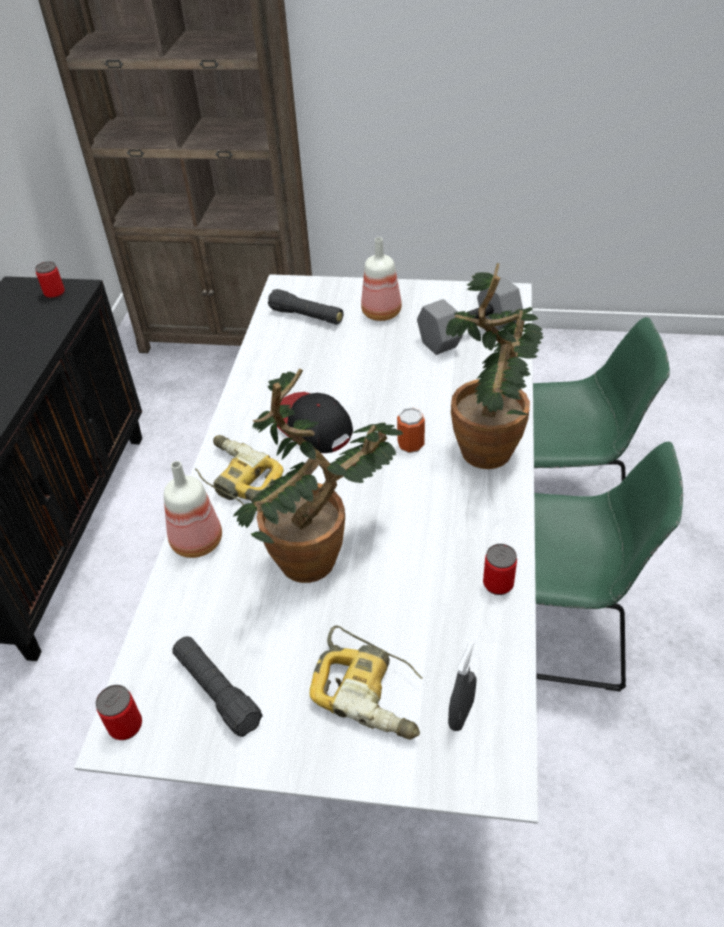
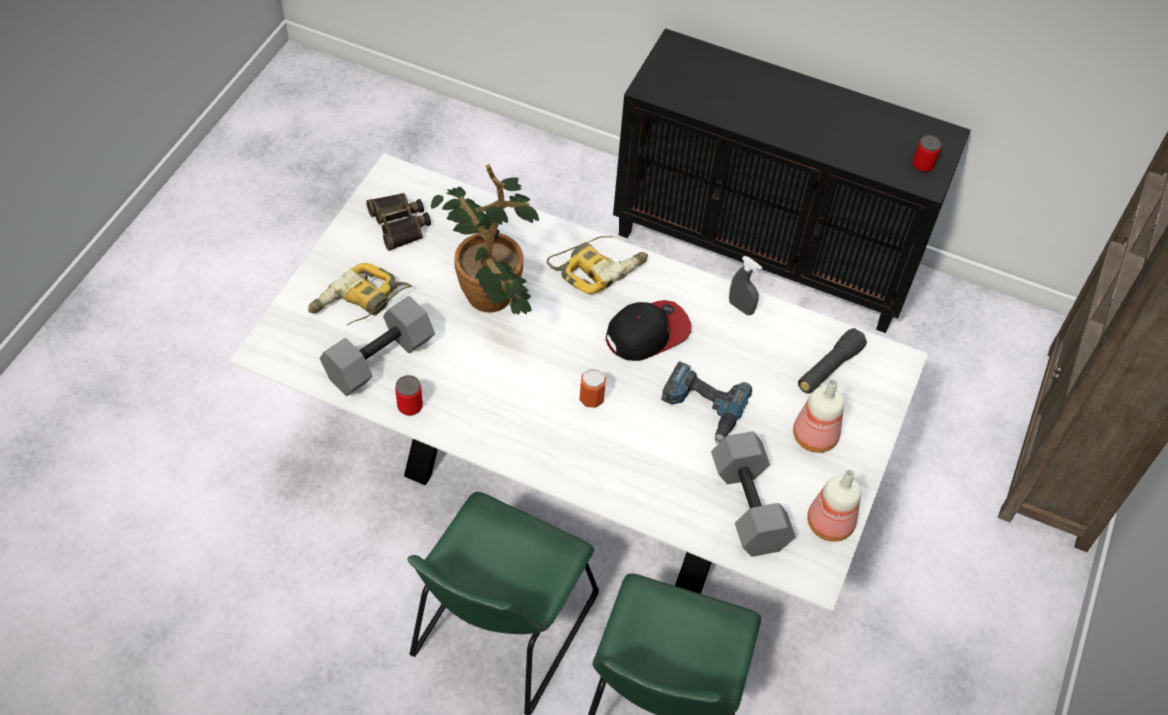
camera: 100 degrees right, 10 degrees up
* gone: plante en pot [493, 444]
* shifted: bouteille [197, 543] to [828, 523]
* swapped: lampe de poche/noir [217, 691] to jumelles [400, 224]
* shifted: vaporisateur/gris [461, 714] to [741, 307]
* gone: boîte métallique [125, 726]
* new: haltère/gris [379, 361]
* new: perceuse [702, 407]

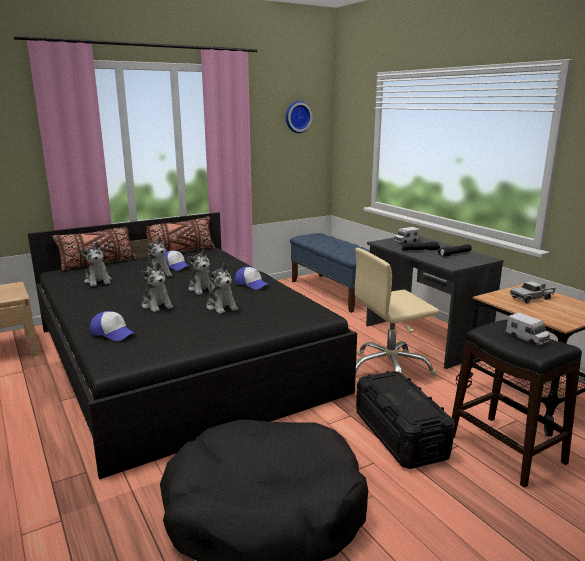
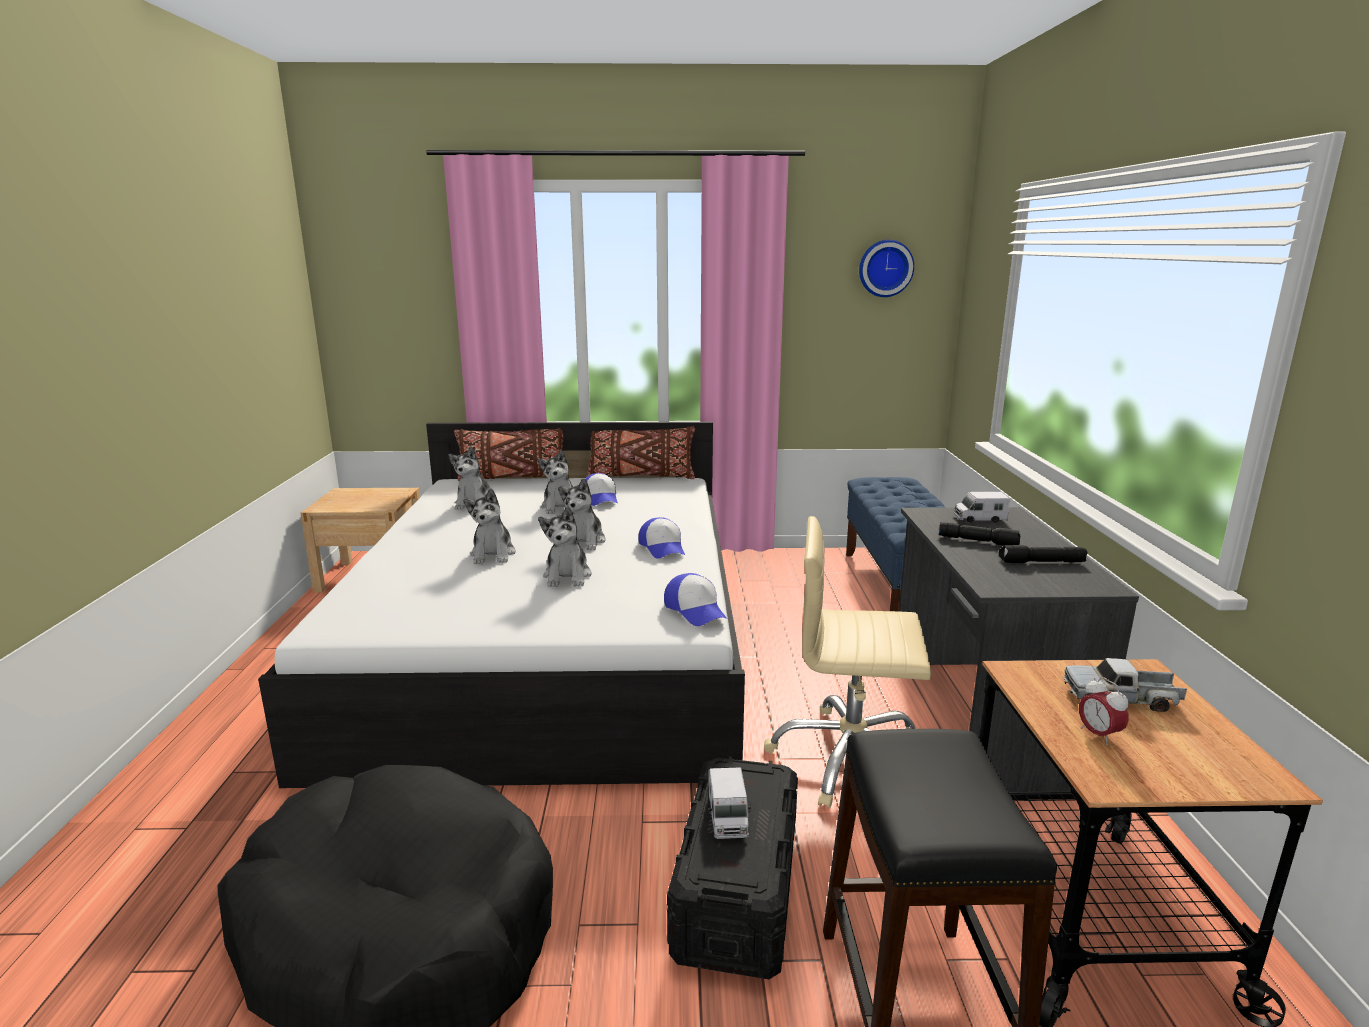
camera: 30 degrees right, 0 degrees up
* repainted: lit/noir [180, 359] to lit/blanc [552, 642]
* shifted: casquette [113, 333] to [696, 610]
* shifted: camion jouet [526, 338] to [727, 818]
* new: réveil [1098, 735]

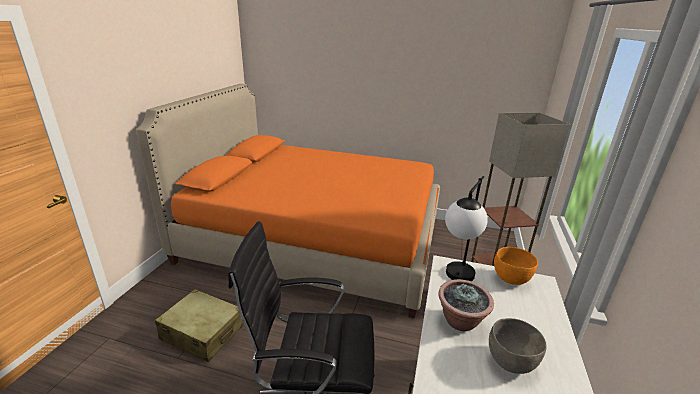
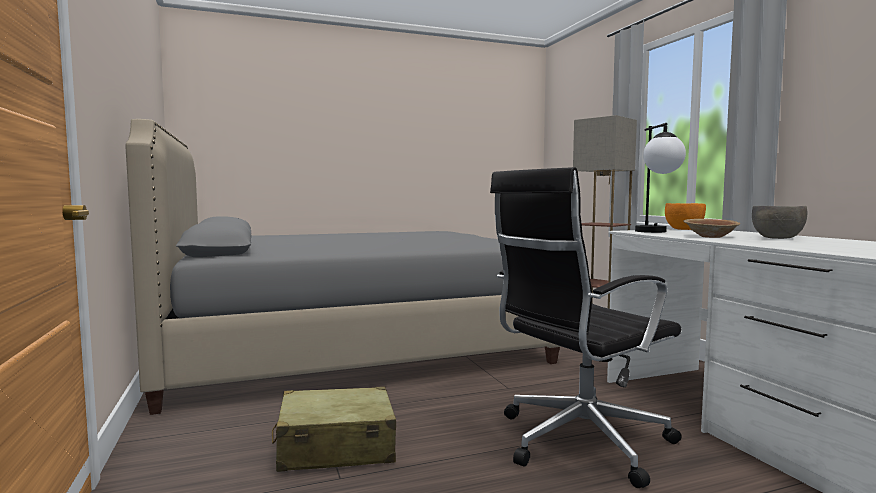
camera: 35 degrees left, 20 degrees down
* repainted: lit/orange [315, 240] to lit/gris [352, 346]
* swapped: plante en pot [461, 321] to bol/marron [710, 237]

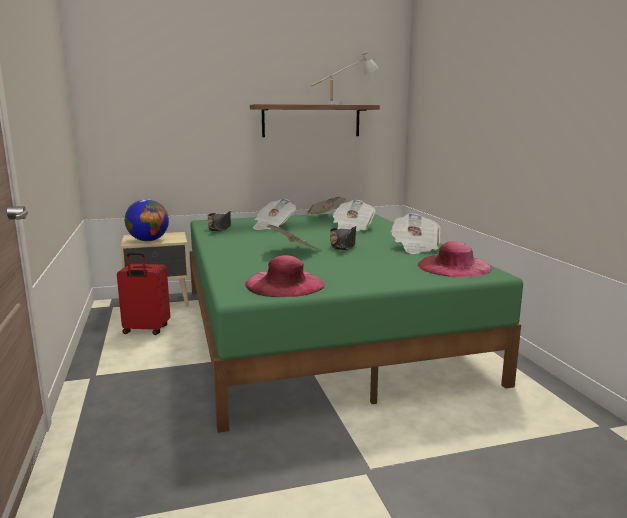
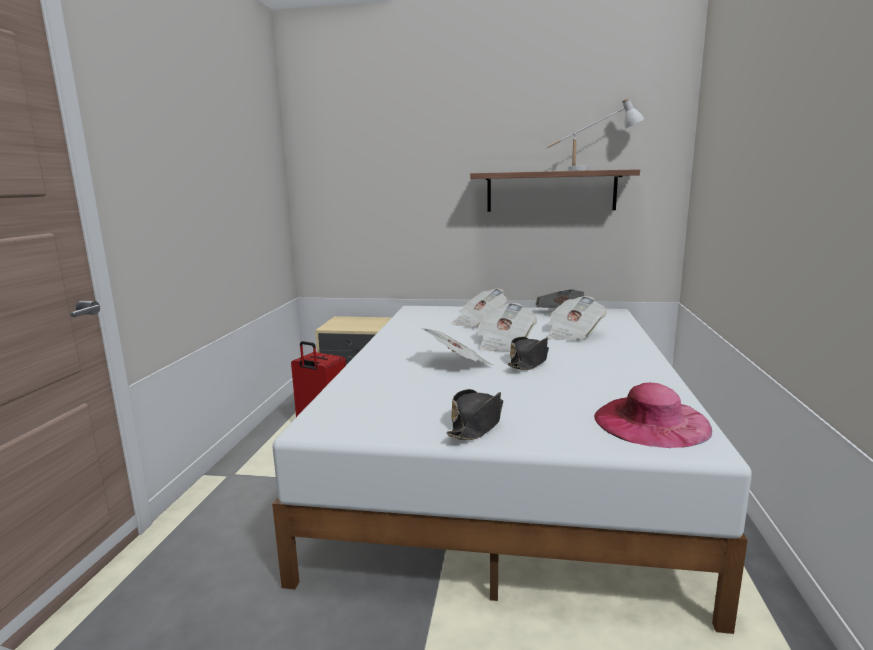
camera: 25 degrees right, 0 degrees up
* gone: globe [148, 240]
* shifted: chapeau/noir [220, 228] to [477, 424]
* shifted: journal [415, 247] to [504, 343]
* repainted: lit/vert [319, 329] to lit/blanc [505, 461]
* gone: chapeau/rose [285, 284]

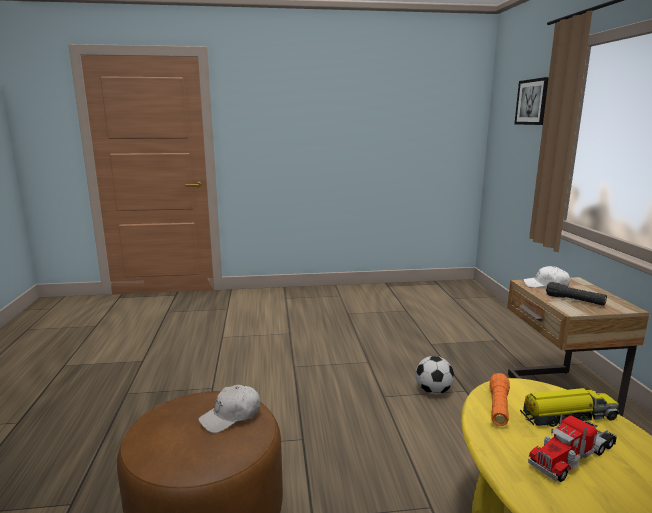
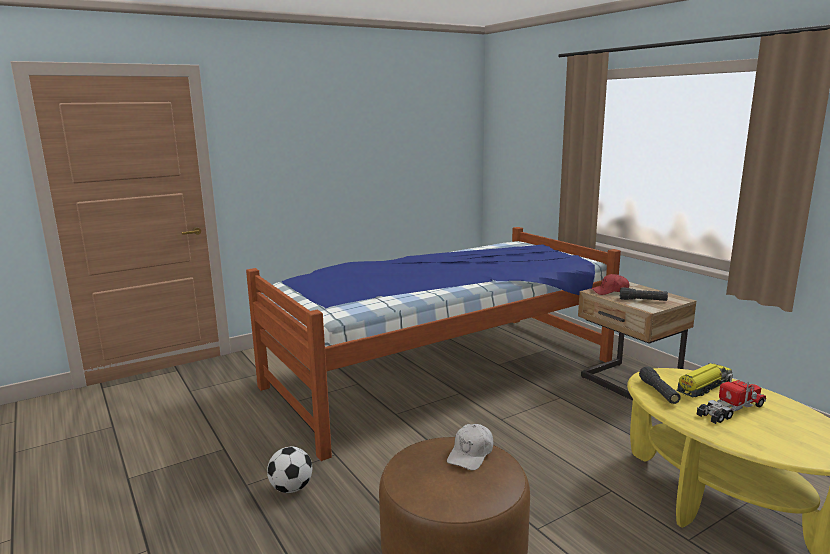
camera: 25 degrees left, 0 degrees up
* gone: tableau [533, 102]
* repainted: casquette/blanc [546, 285] to casquette/rouge [610, 291]
* shifted: ballon de foot [433, 391] to [291, 488]
* repainted: lampe de poche/orange [498, 407] to lampe de poche/noir [658, 392]
* rotated: camion jouet [572, 456] = [730, 410] 150 degrees counterclockwise
* new: lit [440, 373]

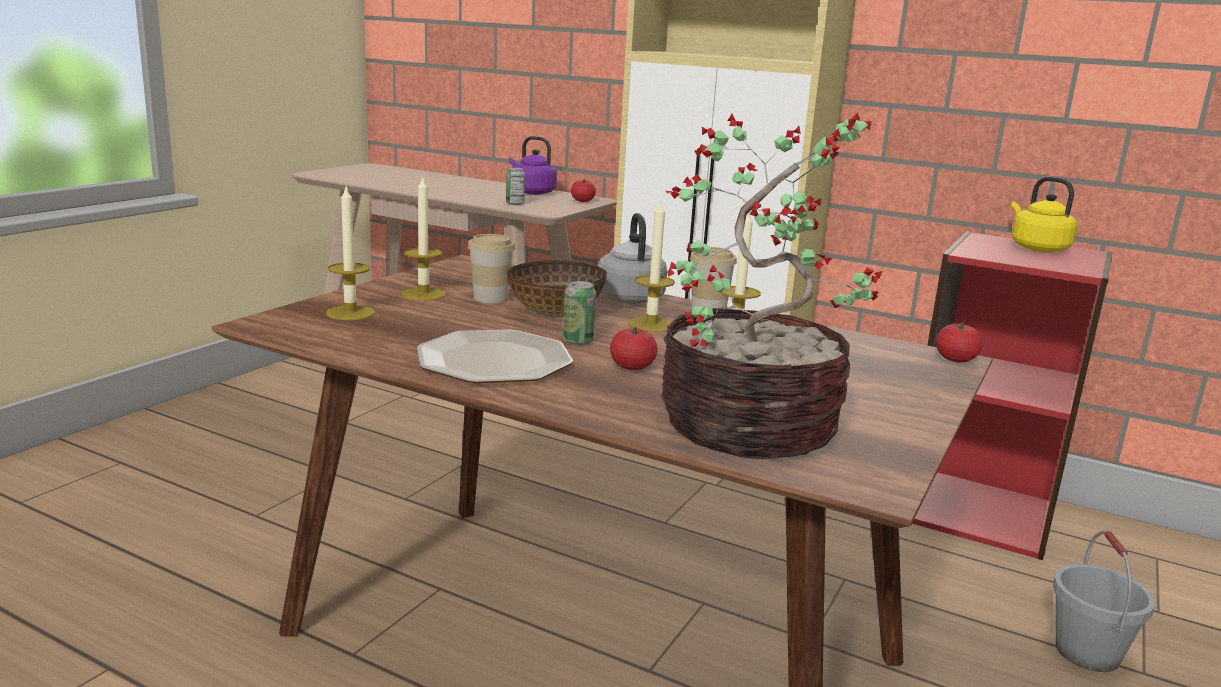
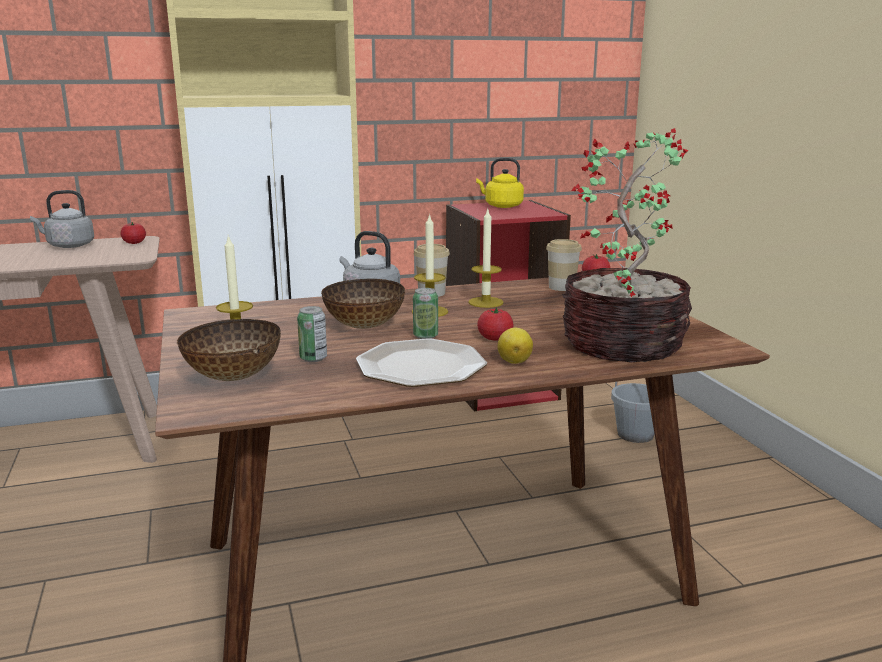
camera: 45 degrees left, 0 degrees up
* repainted: bouilloire/violet [531, 192] to bouilloire/gris [68, 245]
* shifted: boîte métallique [515, 203] to [313, 358]
* swapped: bougie [350, 313] to bol [232, 377]
* shifted: tasse [490, 298] to [561, 287]
* new: citron [514, 361]

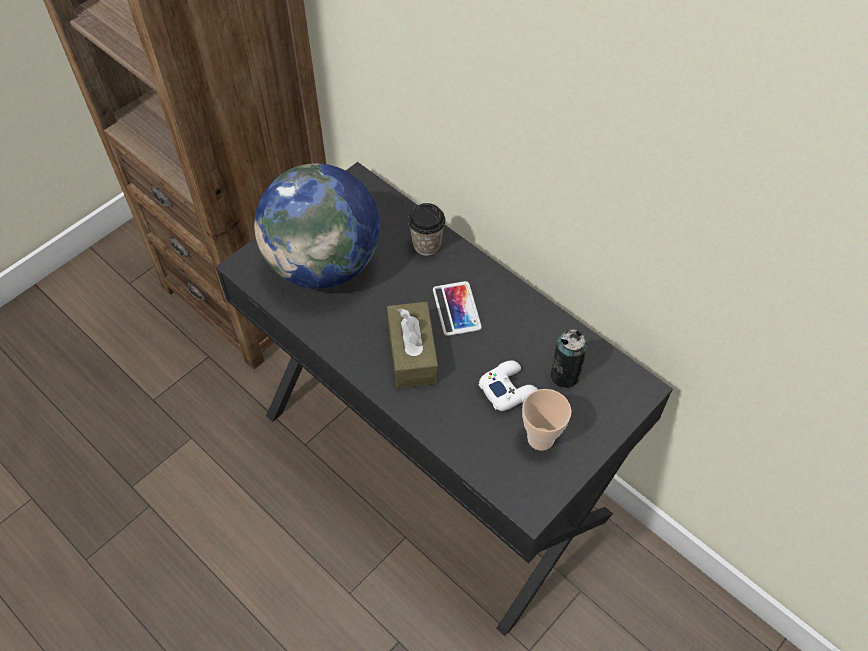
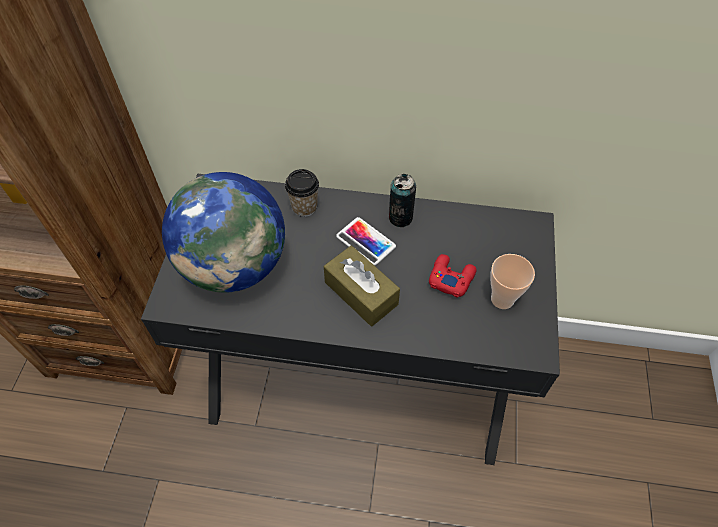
camera: 35 degrees left, 0 degrees up
* shifted: boîte métallique [565, 375] to [400, 218]
* repainted: manette/blanc [508, 389] to manette/rouge [451, 278]

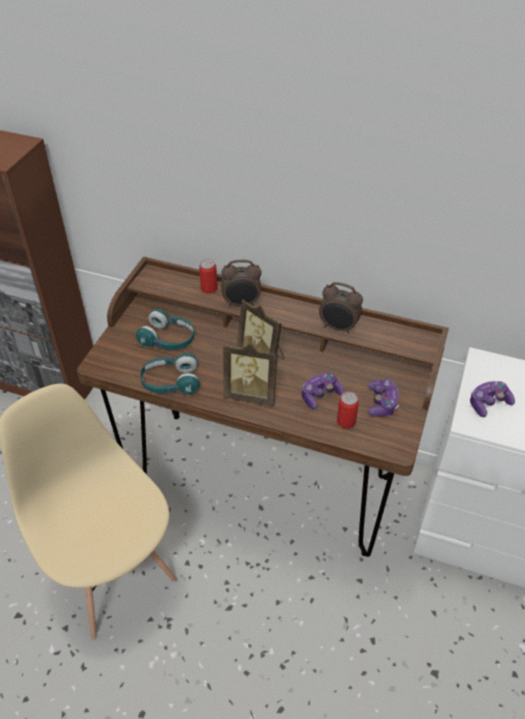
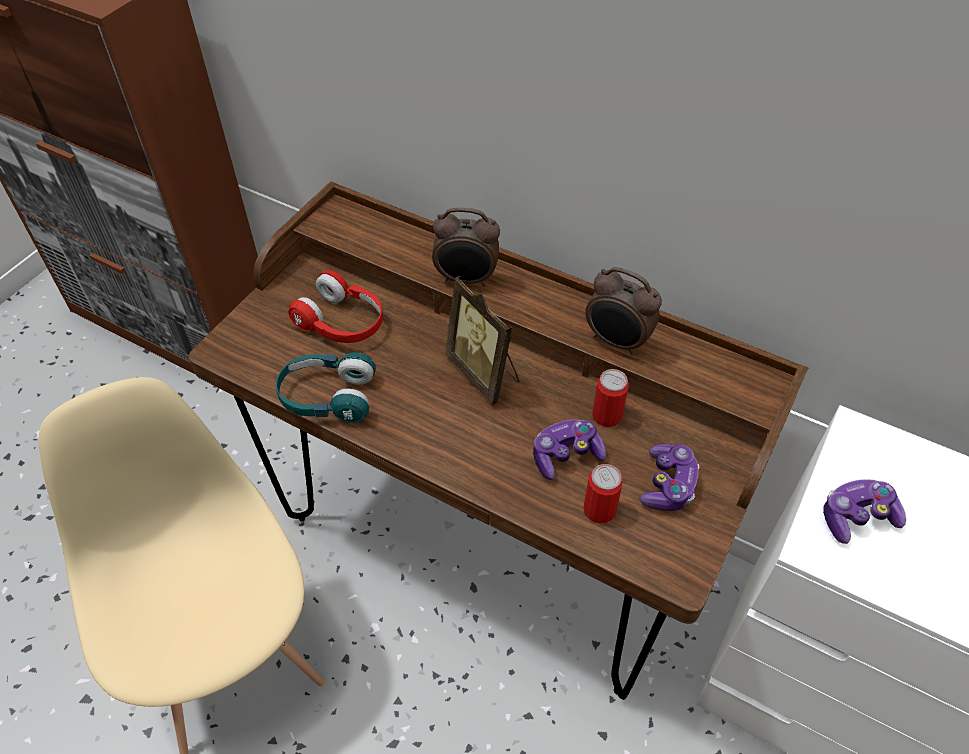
camera: 10 degrees right, 5 degrees up
* shifted: boîte métallique [209, 288] to [607, 415]
* repainted: casque audio/turquoise [168, 339] to casque audio/rouge [342, 322]
* gone: cadre photo [251, 394]

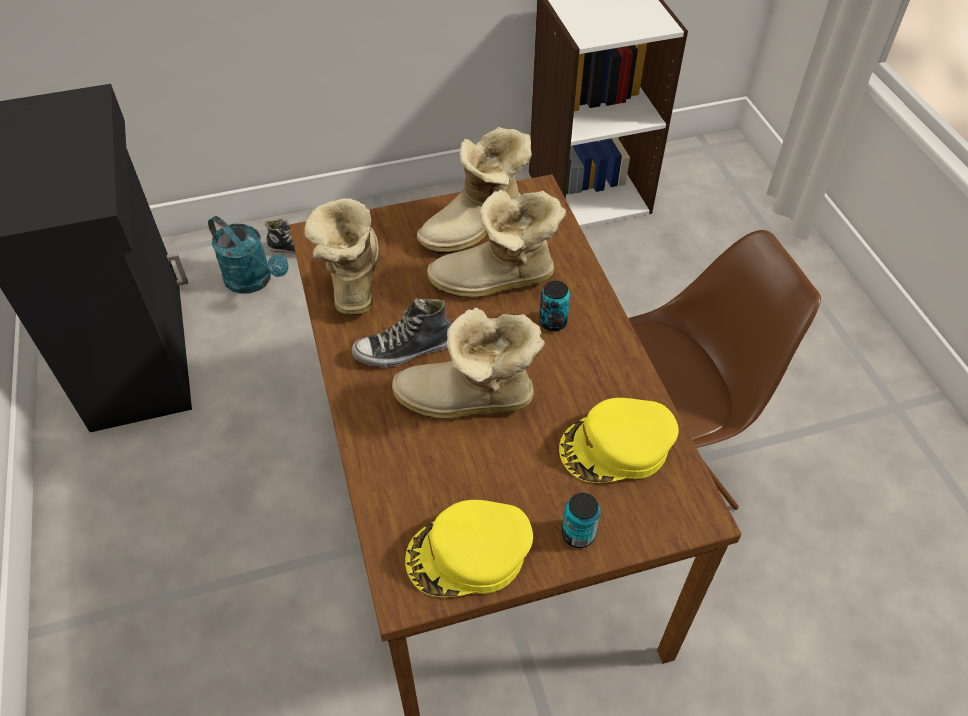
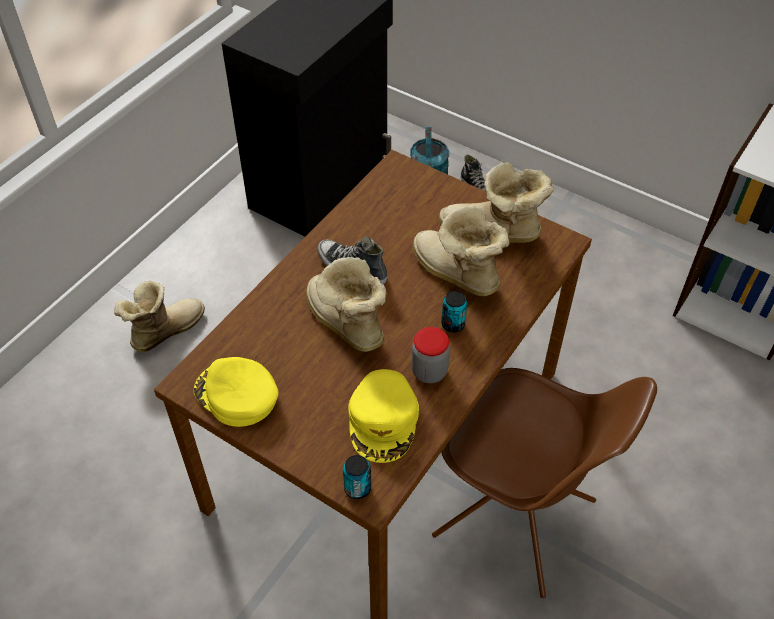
camera: 50 degrees right, 0 degrees up
* shifted: botte [351, 280] to [164, 330]
* rotated: casquette/jaune [617, 447] = [383, 420] 120 degrees counterclockwise
* shifted: boîte métallique [578, 534] to [357, 488]
* new: bocal [429, 371]

